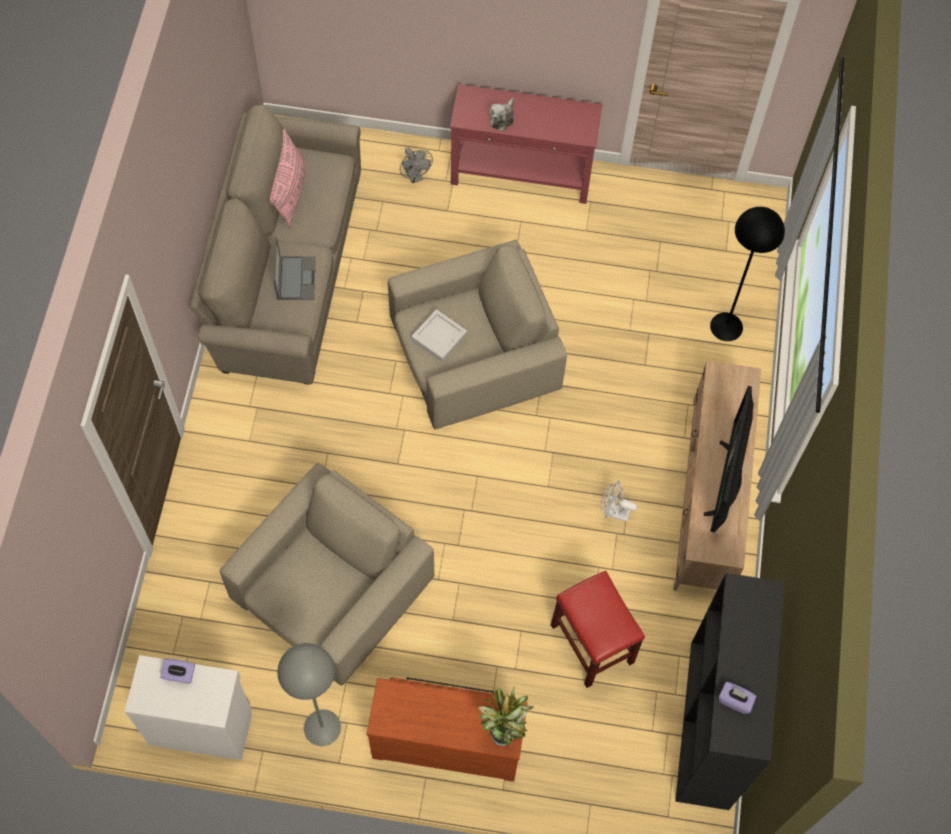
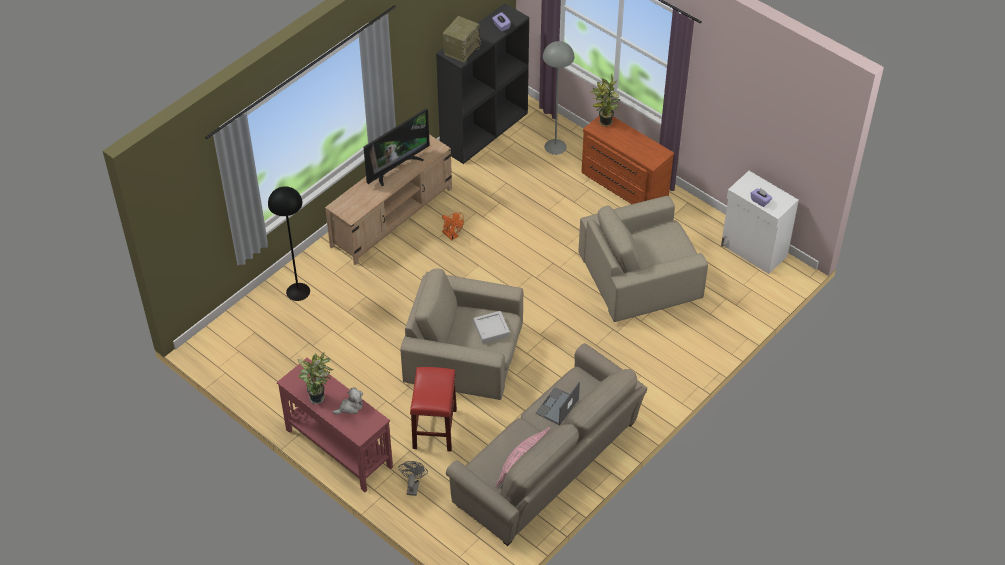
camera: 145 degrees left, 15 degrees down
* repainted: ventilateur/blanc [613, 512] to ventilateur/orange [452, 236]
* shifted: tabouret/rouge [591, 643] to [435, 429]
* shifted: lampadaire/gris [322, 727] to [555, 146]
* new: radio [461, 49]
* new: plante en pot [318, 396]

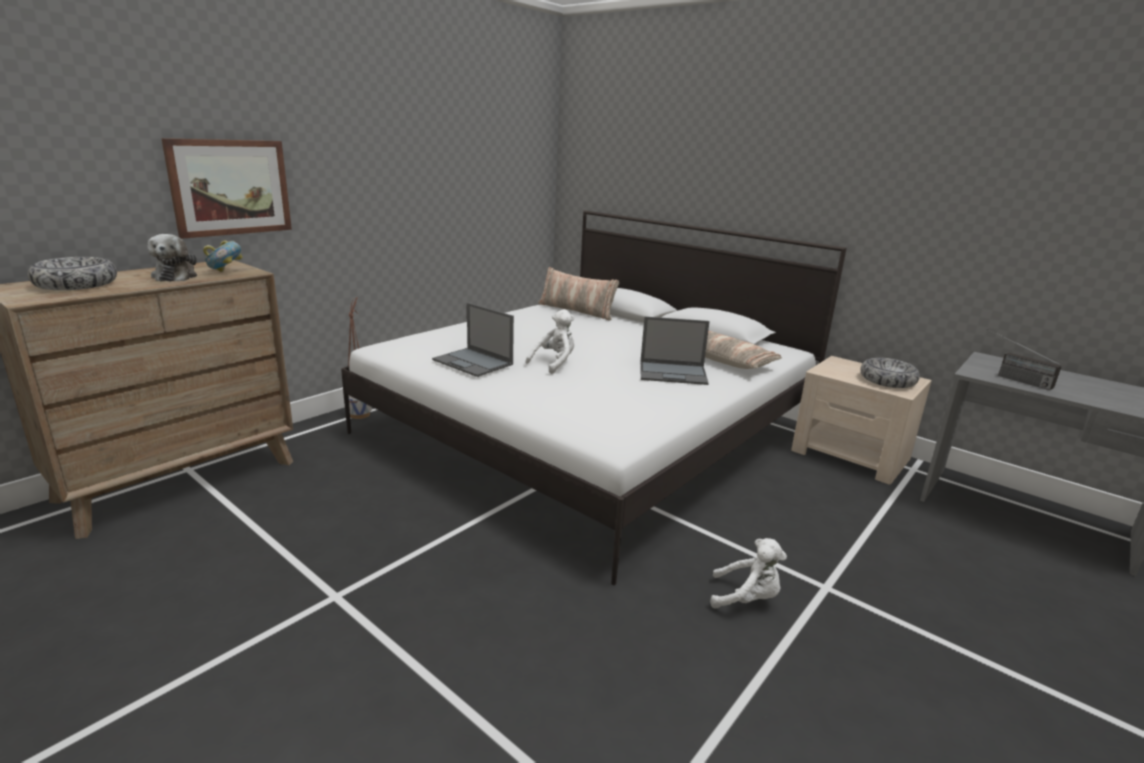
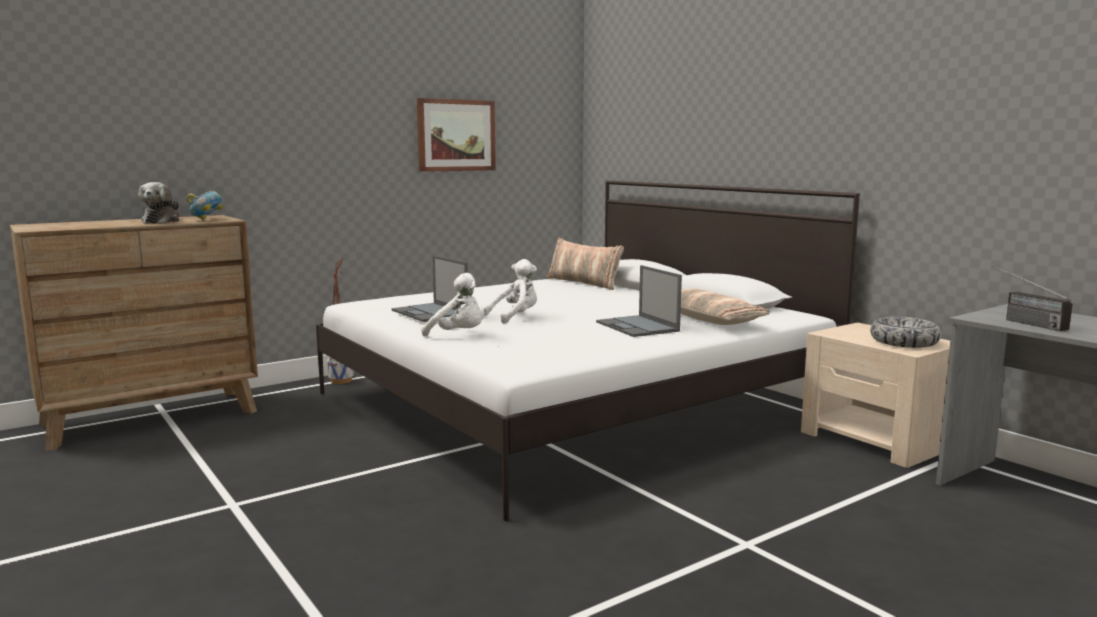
camera: 15 degrees right, 10 degrees down
* shifted: tableau [230, 187] to [456, 135]
* gone: bol [76, 284]
* rotated: ordinateur portable [673, 373] = [638, 327] 45 degrees clockwise
* shifted: peluche/blanc [746, 598] to [459, 335]

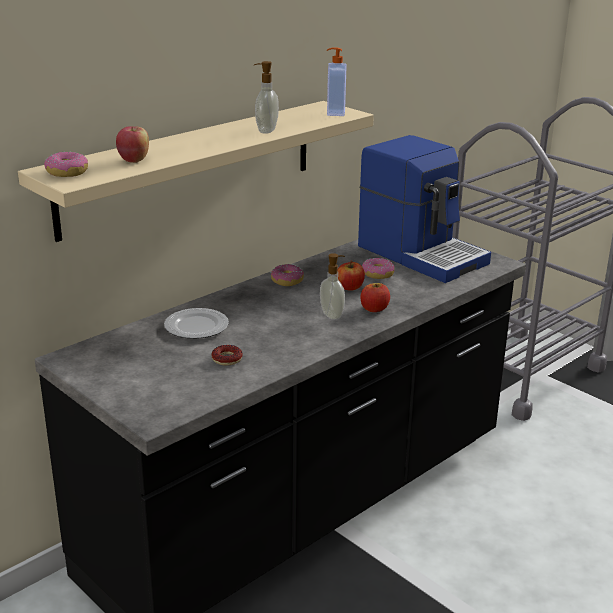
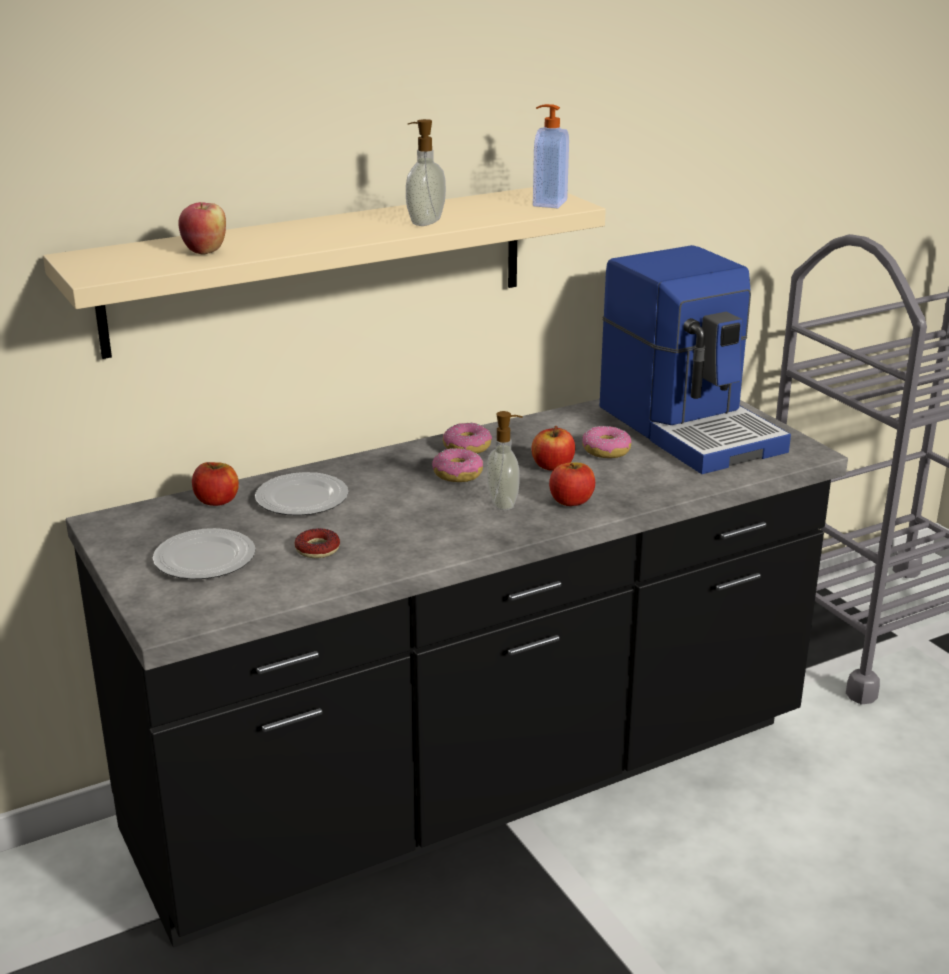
camera: 15 degrees right, 0 degrees up
* shifted: beignet [67, 172] to [457, 474]
* new: pomme [217, 501]
* new: assiette [206, 559]

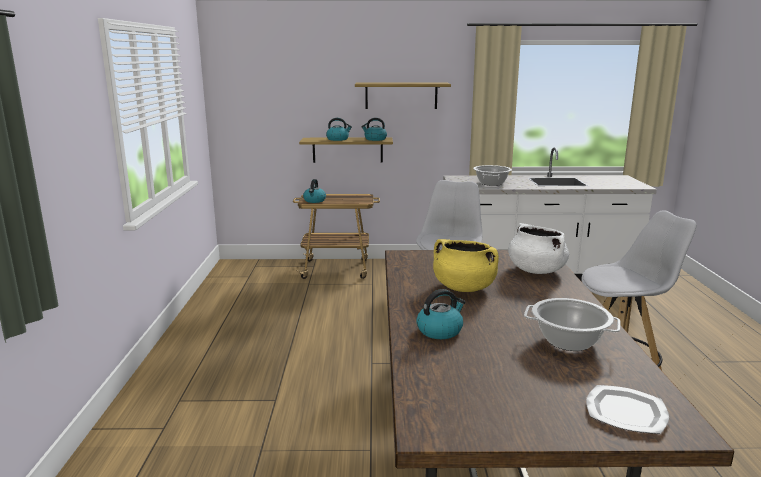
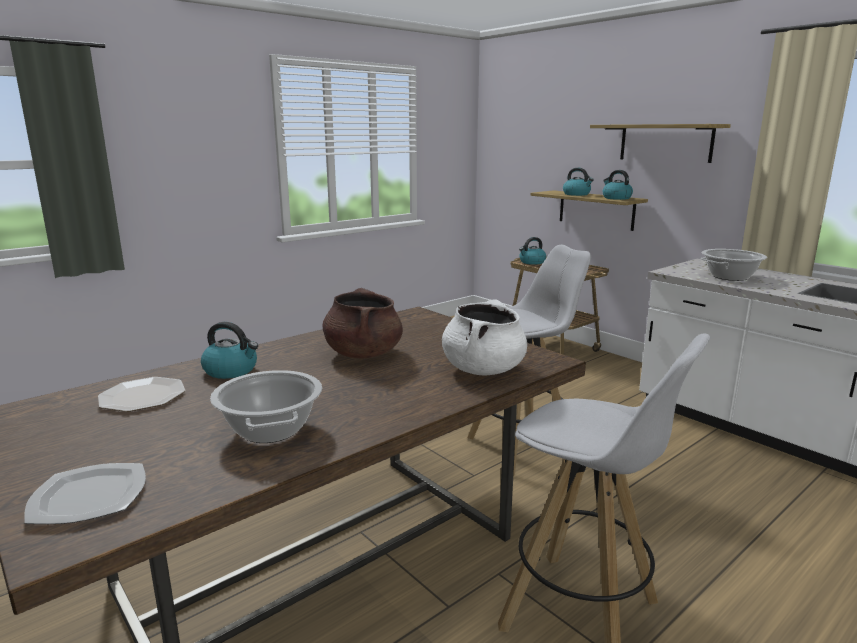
camera: 50 degrees right, 0 degrees up
* repainted: marmite/jaune [463, 288] to marmite/marron [363, 353]
* new: assiette [142, 396]

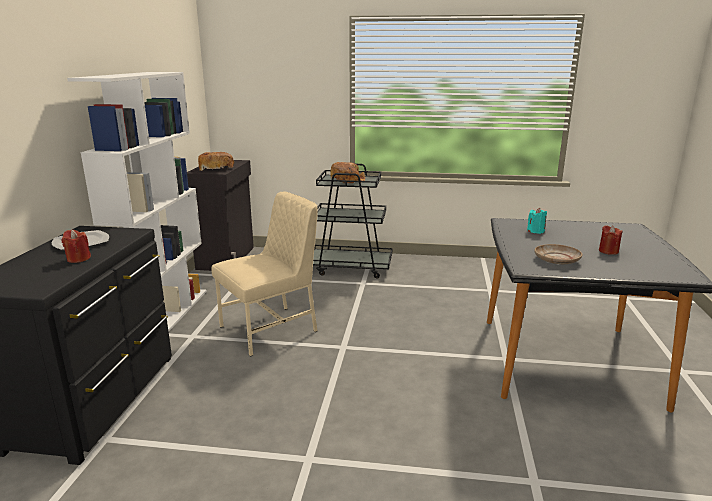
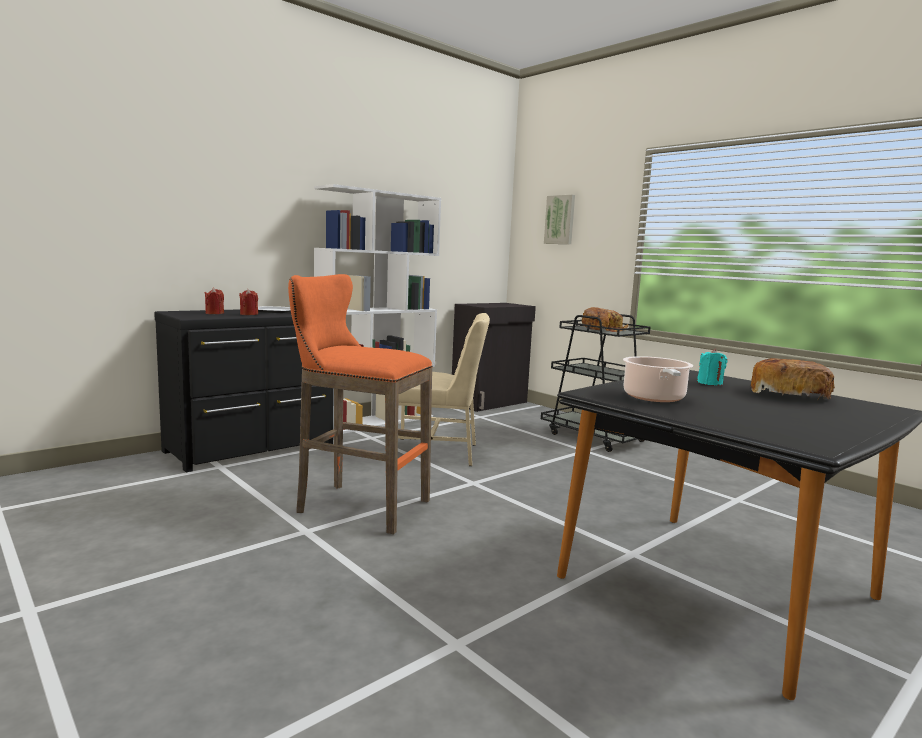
camera: 40 degrees right, 10 degrees down
* shifted: pain [215, 168] to [787, 394]
* shifted: bougie/rouge [608, 251] to [214, 313]
* swapped: assiette/beige [557, 260] to marmite [654, 398]
* new: tableau [560, 220]
* new: tabouret/orange [357, 506]

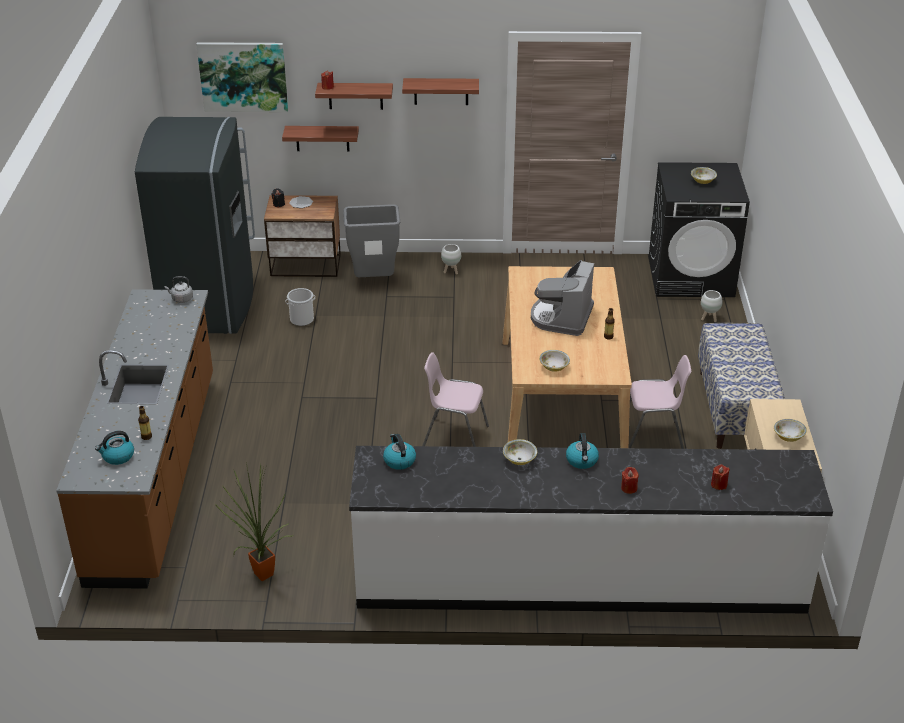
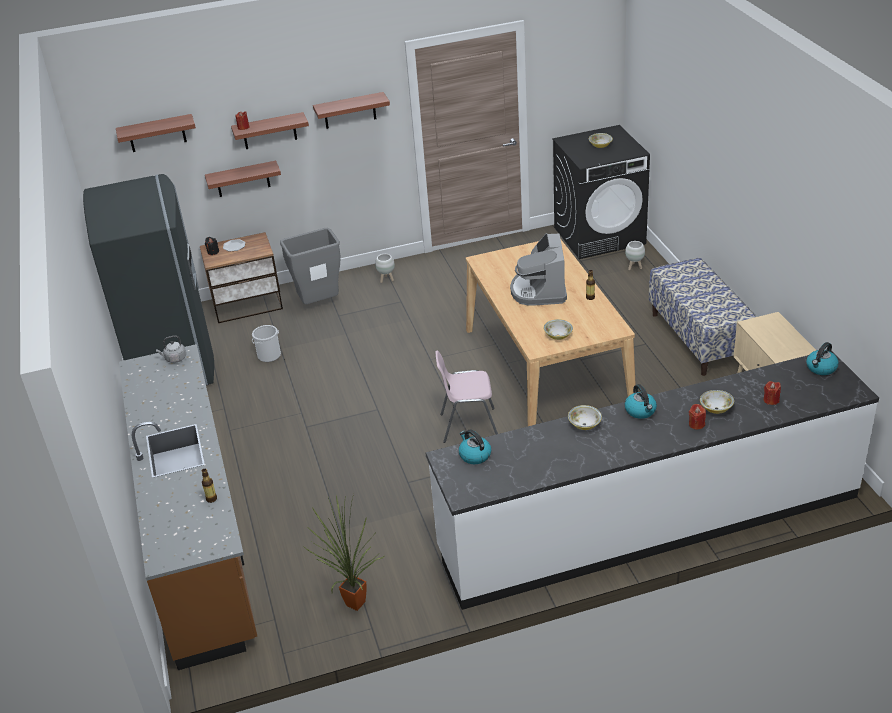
camera: 15 degrees left, 0 degrees up
* swapped: tableau [243, 76] to étagère [156, 133]
* gone: chaise/rose [652, 436]
* shifted: bol [788, 437] to [716, 408]
* shifted: bouilloire [117, 456] to [821, 368]

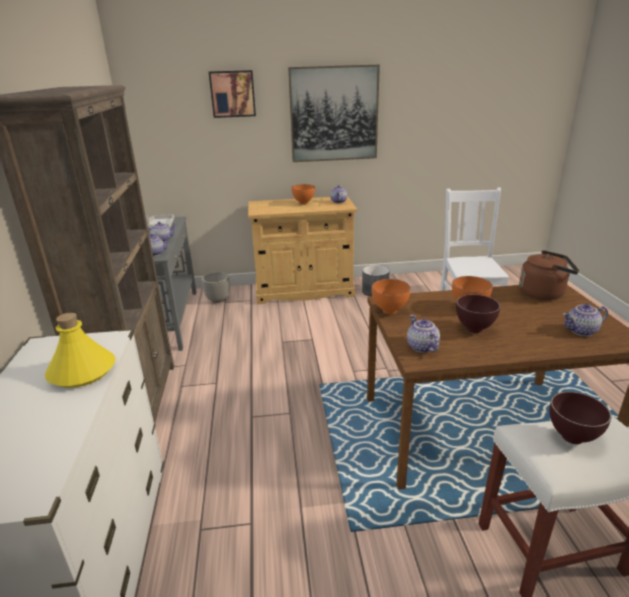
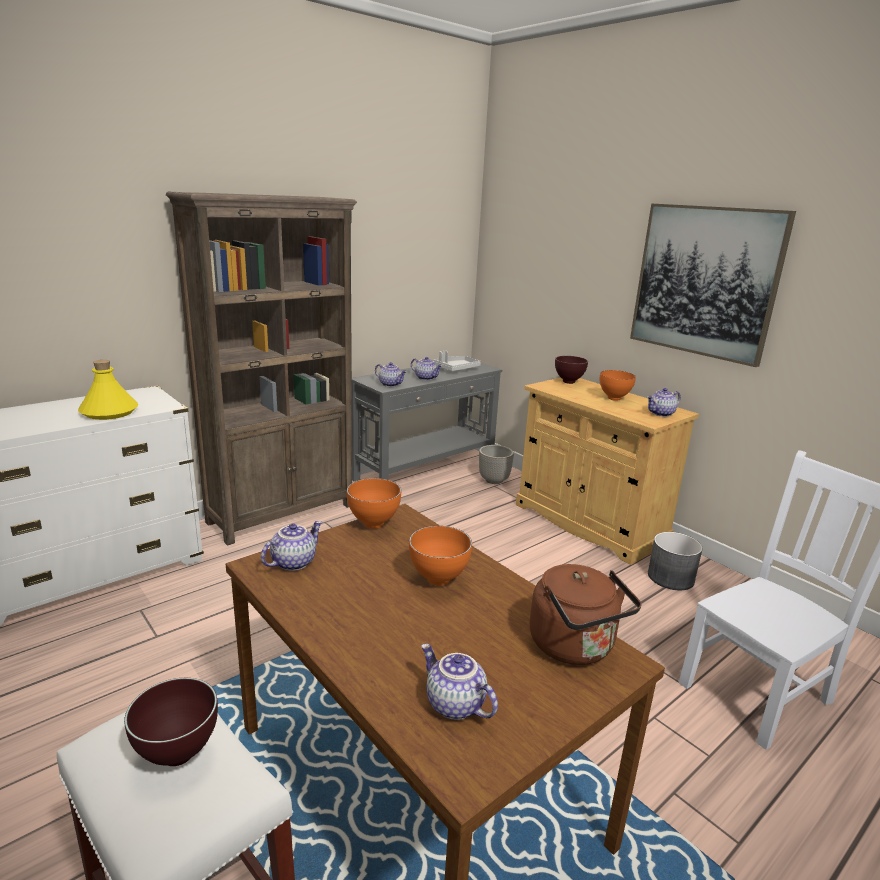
camera: 55 degrees right, 5 degrees down
* gone: tableau [232, 94]
* shifted: bol/marron [474, 330] to [568, 382]

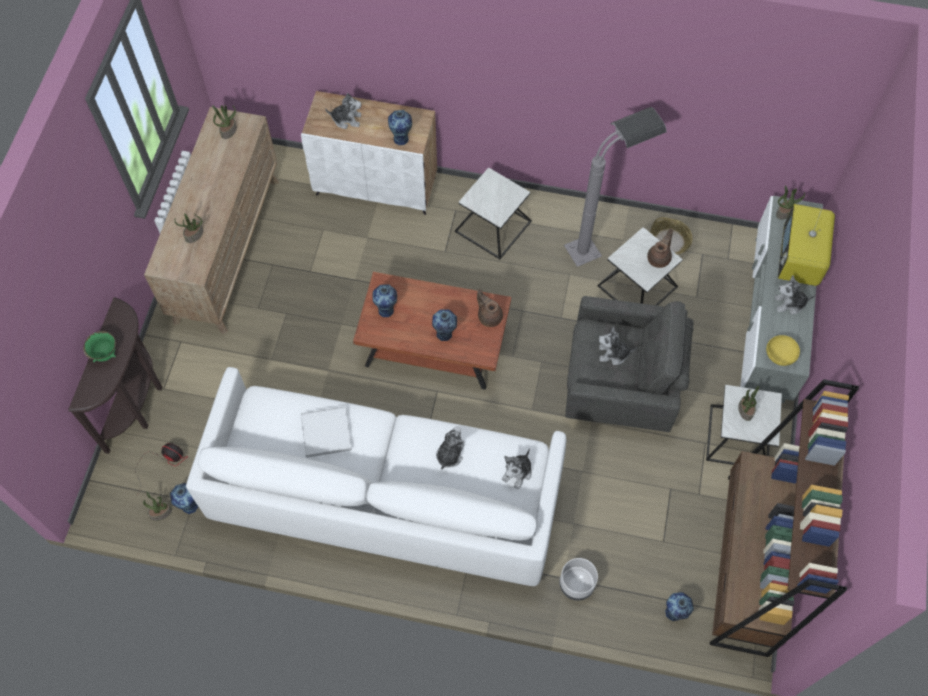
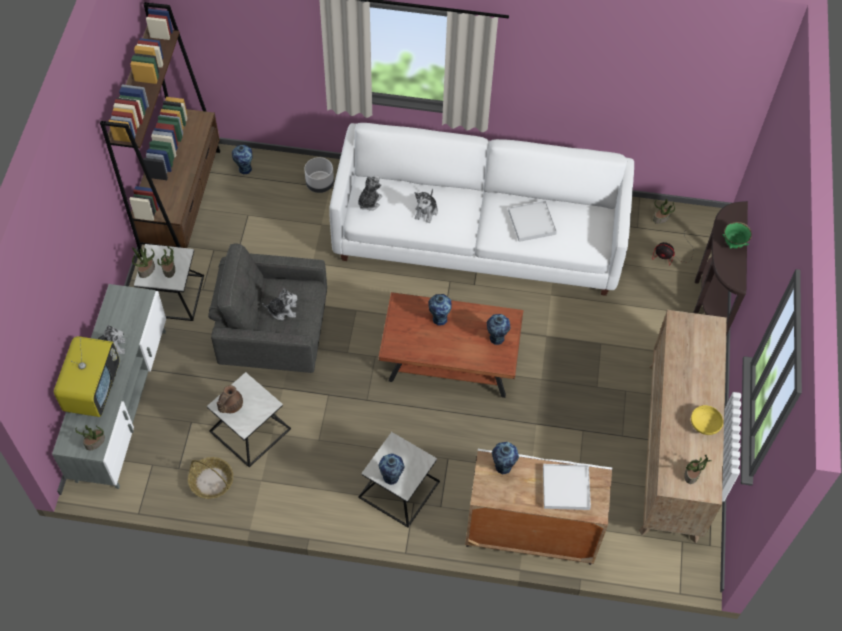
camera: 175 degrees right, 5 degrees down
* swapped: peluche [346, 119] to plateau/blanc [566, 488]
* gone: lampadaire/gris [599, 244]
* shifted: plante en pot [194, 235] to [146, 270]
* gone: théière/marron [489, 316]
* shifted: bol/jaune [780, 355] to [704, 425]
* shifted: vase [189, 505] to [391, 478]

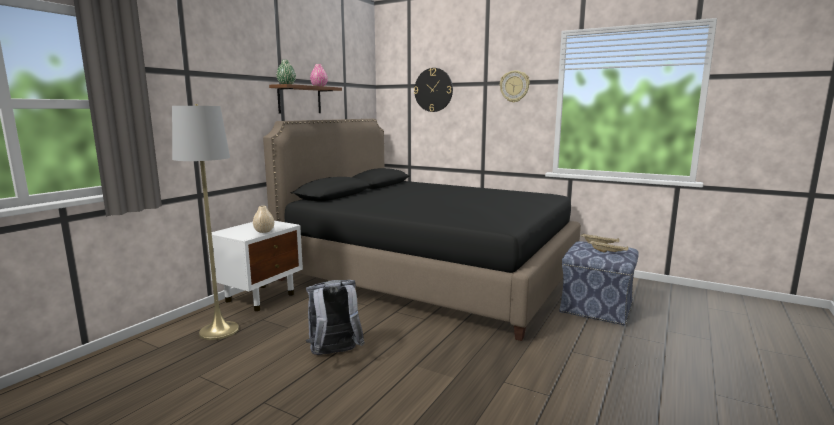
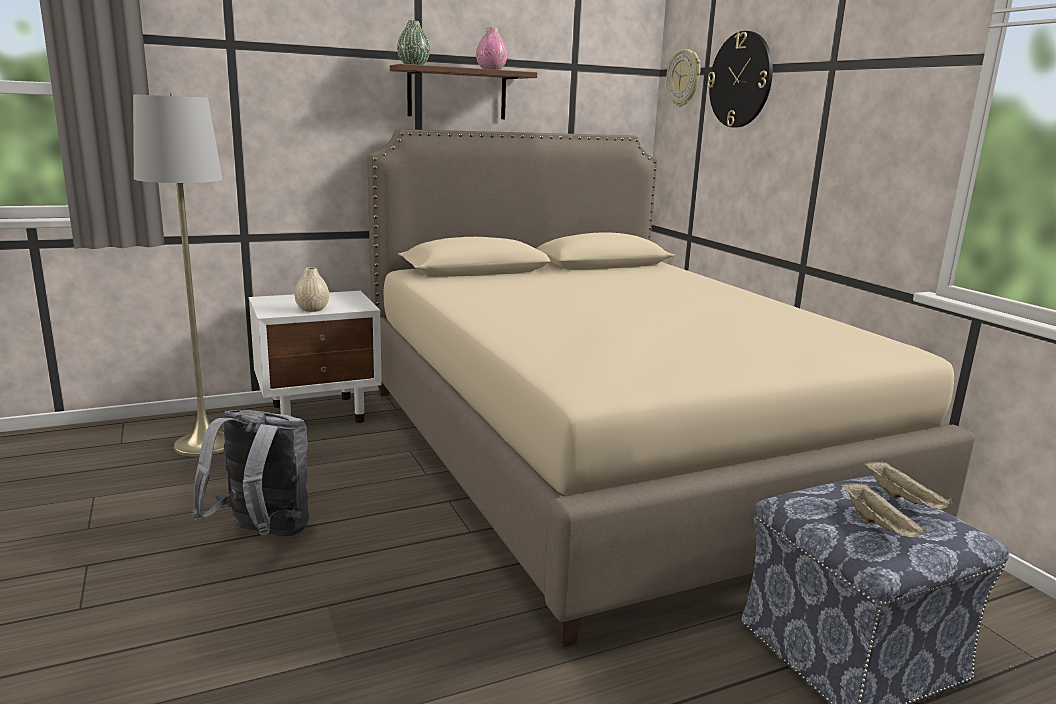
camera: 35 degrees right, 5 degrees up
* shifted: horloge murale [514, 86] to [684, 78]
* repainted: lit/noir [429, 274] to lit/beige [607, 455]

